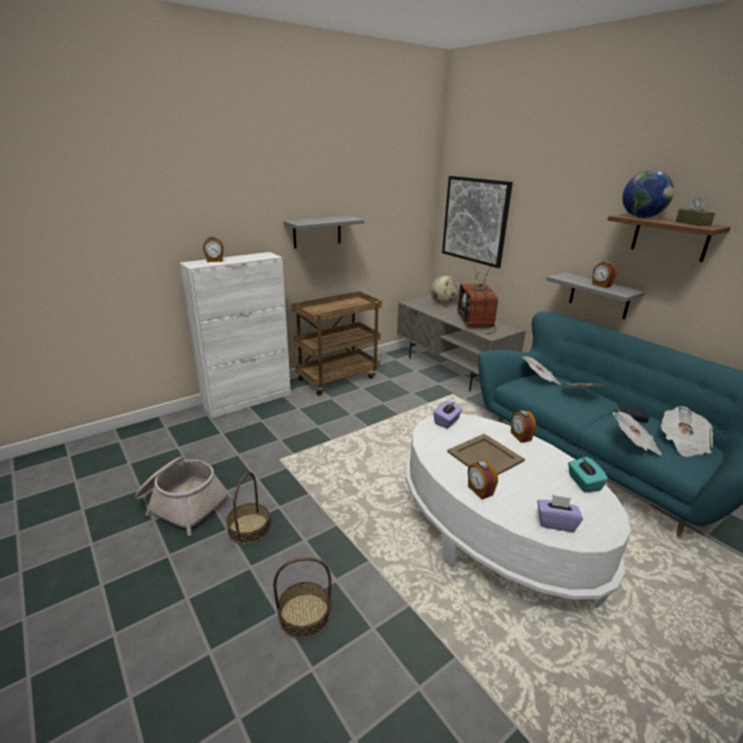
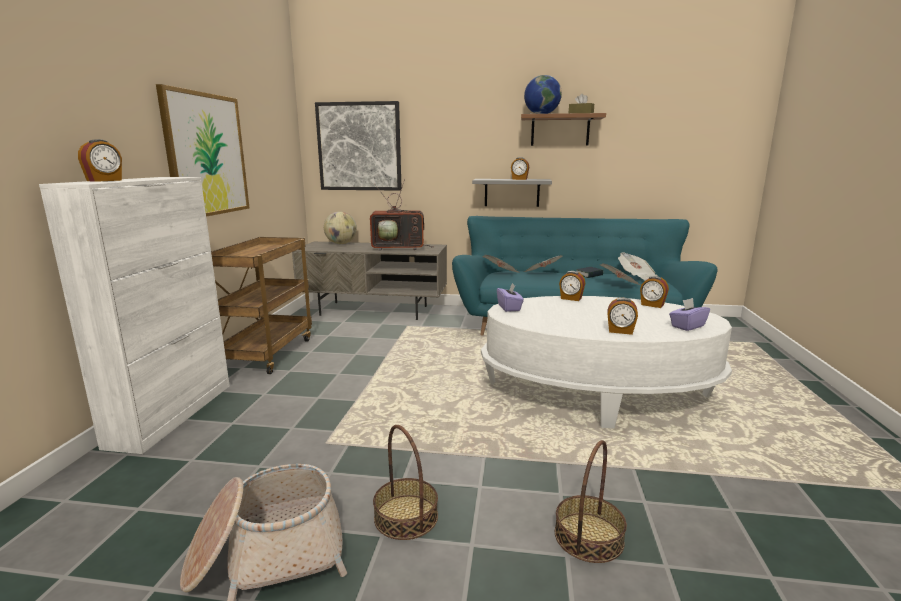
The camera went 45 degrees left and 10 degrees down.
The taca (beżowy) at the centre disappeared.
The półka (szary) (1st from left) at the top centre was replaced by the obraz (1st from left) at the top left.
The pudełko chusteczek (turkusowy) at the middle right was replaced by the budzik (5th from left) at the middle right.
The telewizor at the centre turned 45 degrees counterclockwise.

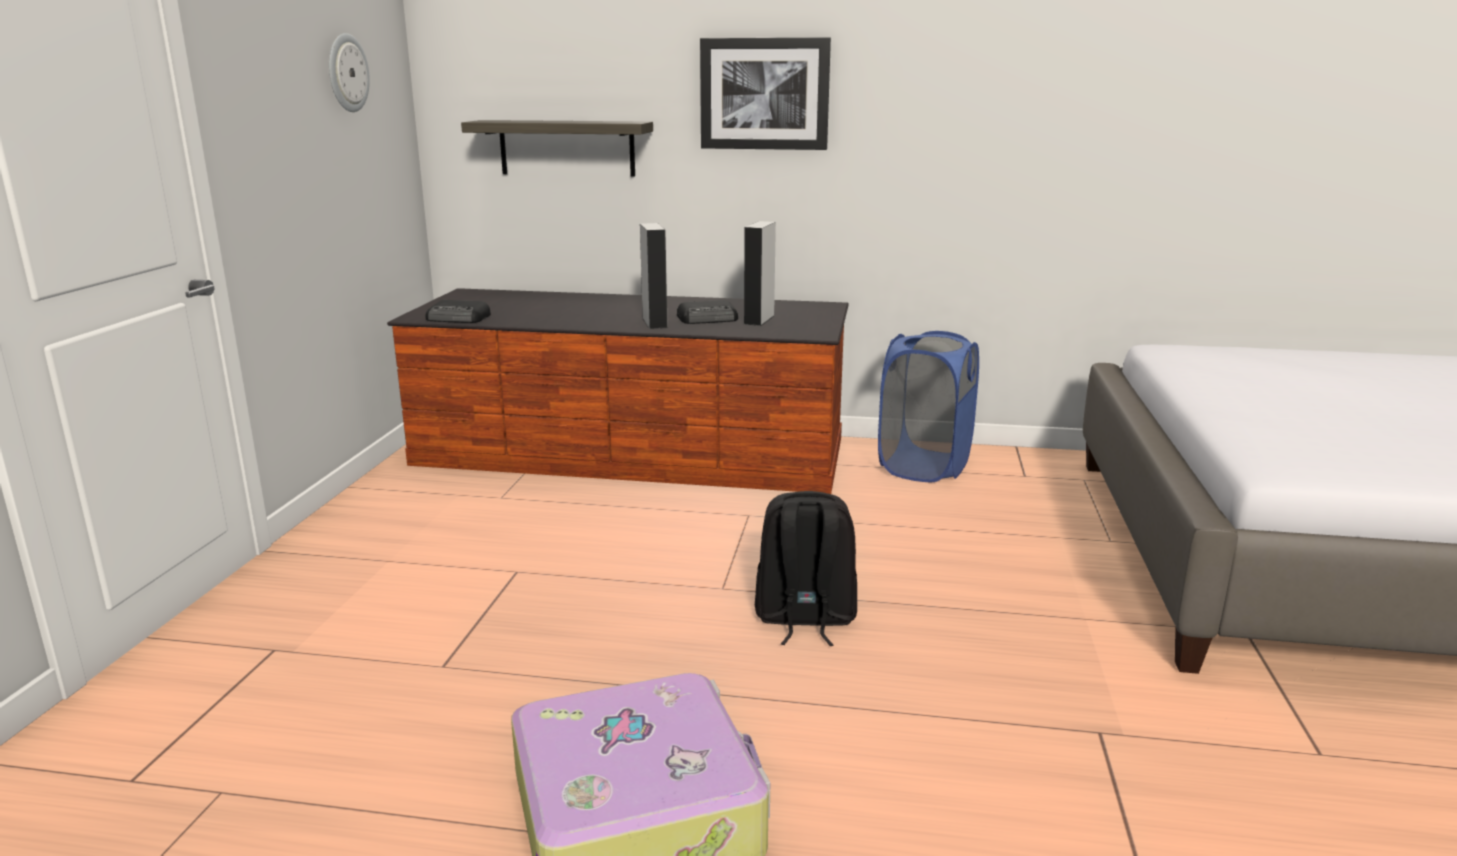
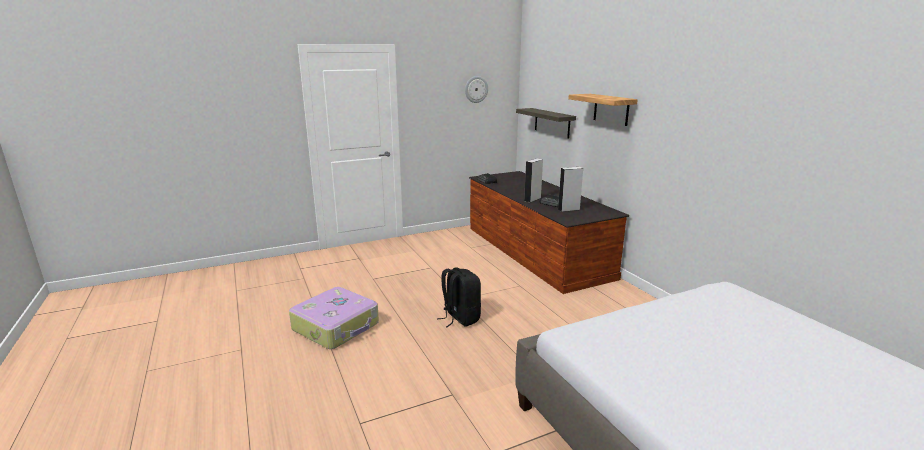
The camera went 55 degrees right and 0 degrees up.
The kosz na pranie (niebieski) at the centre disappeared.
The obraz at the top centre was replaced by the półka (2nd from left) at the top centre.

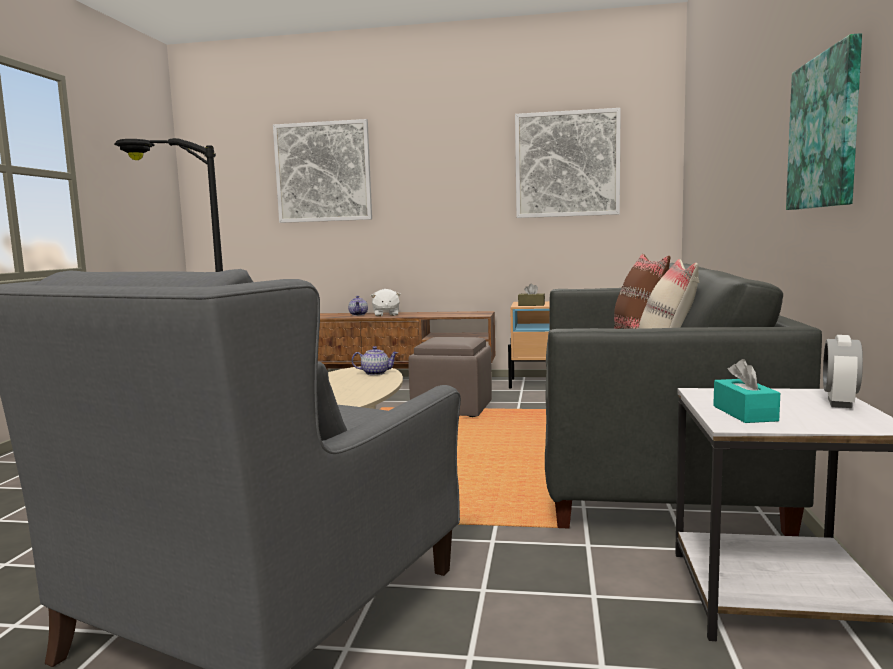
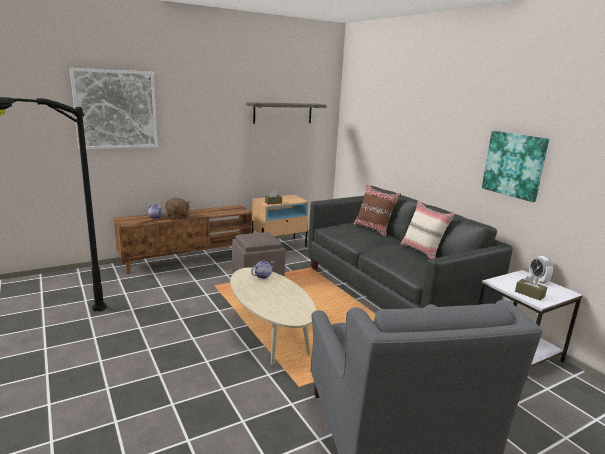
The camera went 40 degrees left and 10 degrees up.
The obraz (2nd from left) at the top centre was replaced by the półka at the top centre.
The pluszak (biały) at the centre became the pluszak (brązowy) at the middle left.
The pudełko chusteczek (turkusowy) at the middle right became the pudełko chusteczek (brązowy) (2nd from left) at the middle right.

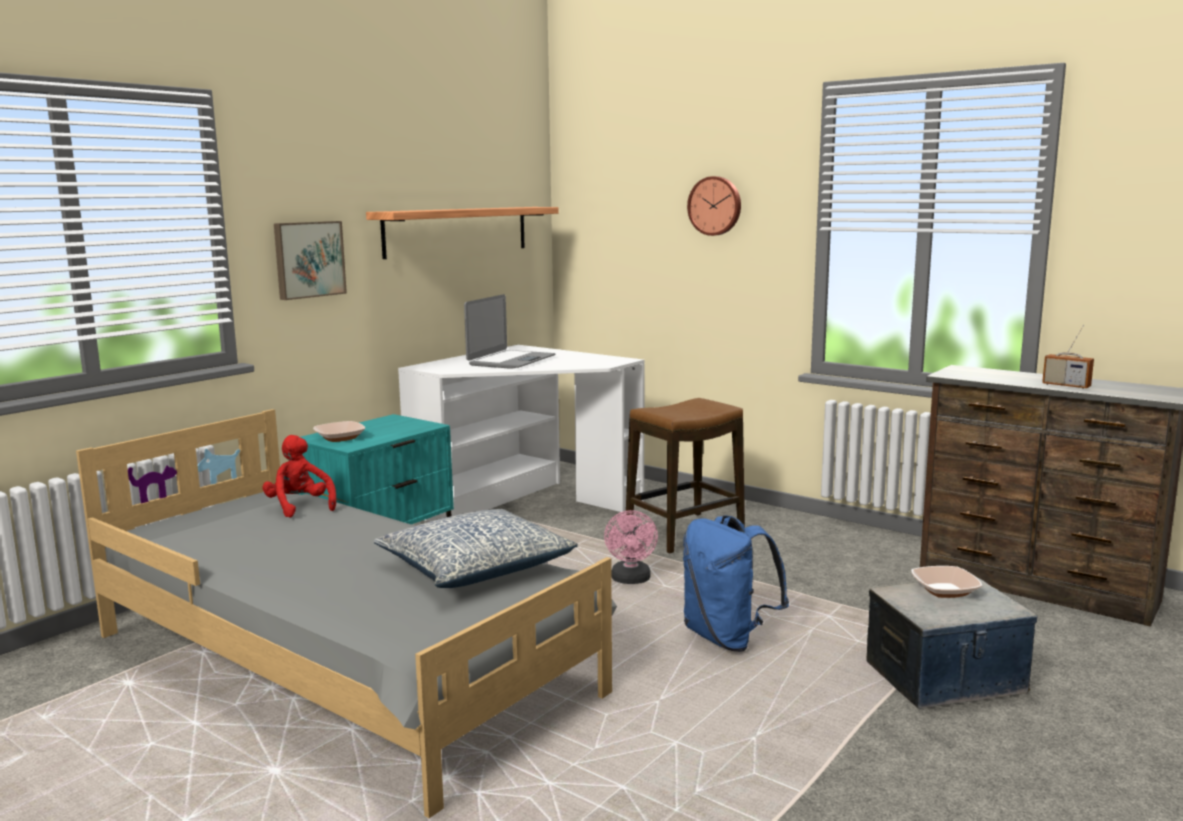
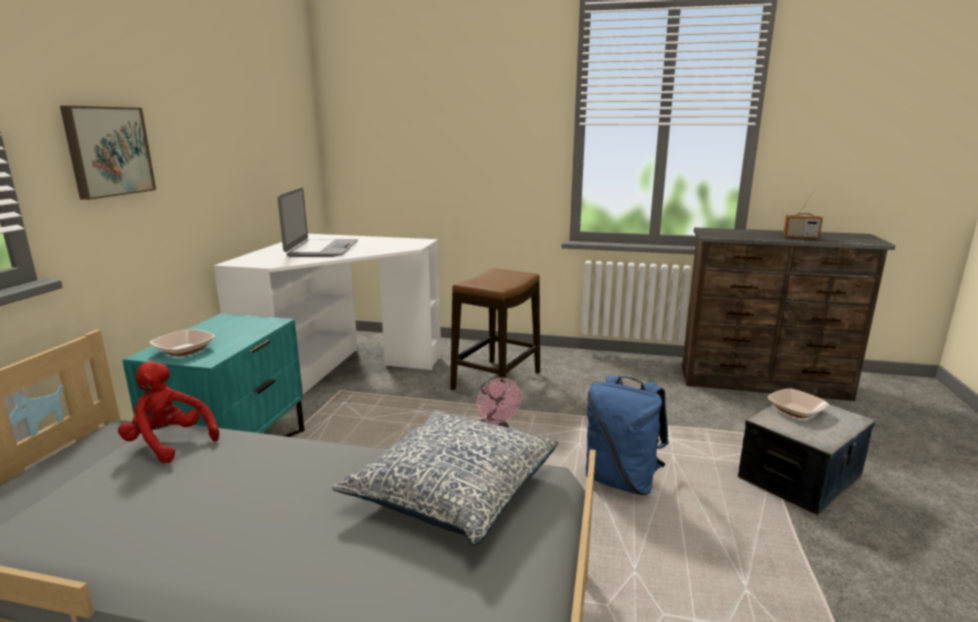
The camera went 25 degrees left and 5 degrees up.
The półka at the top centre disappeared.
The zegar ścienny at the top centre disappeared.

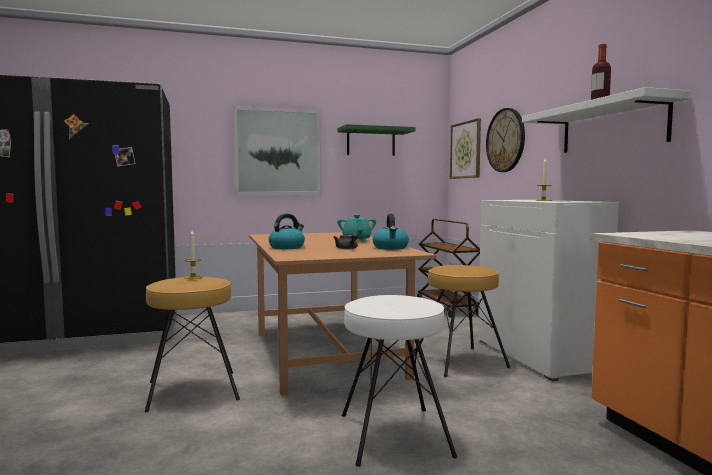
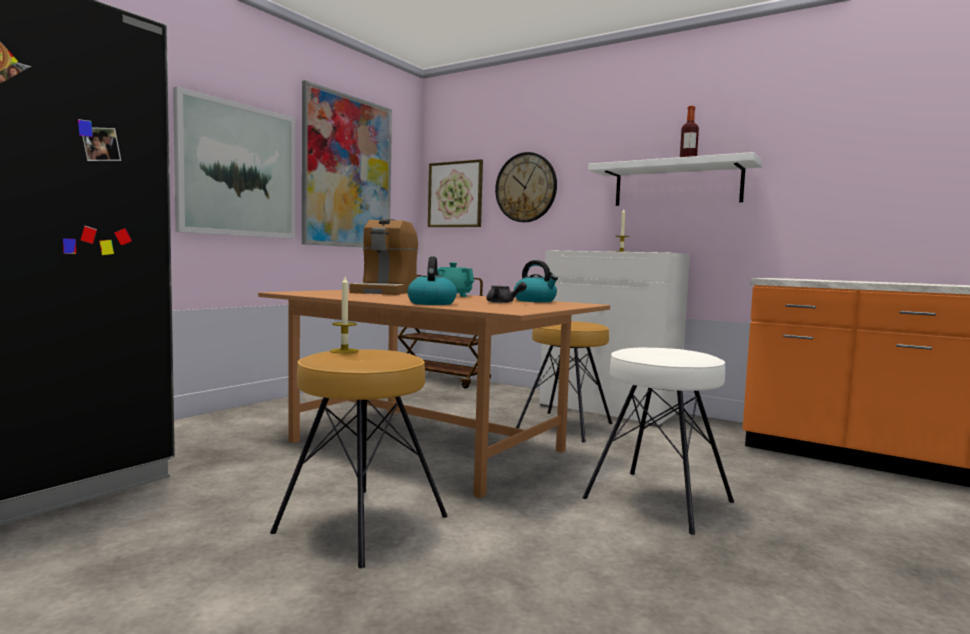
The camera went 40 degrees left and 0 degrees up.
The ekspres do kawy at the centre appeared.
The półka (zielony) at the top centre was replaced by the obraz (2nd from left) at the top centre.

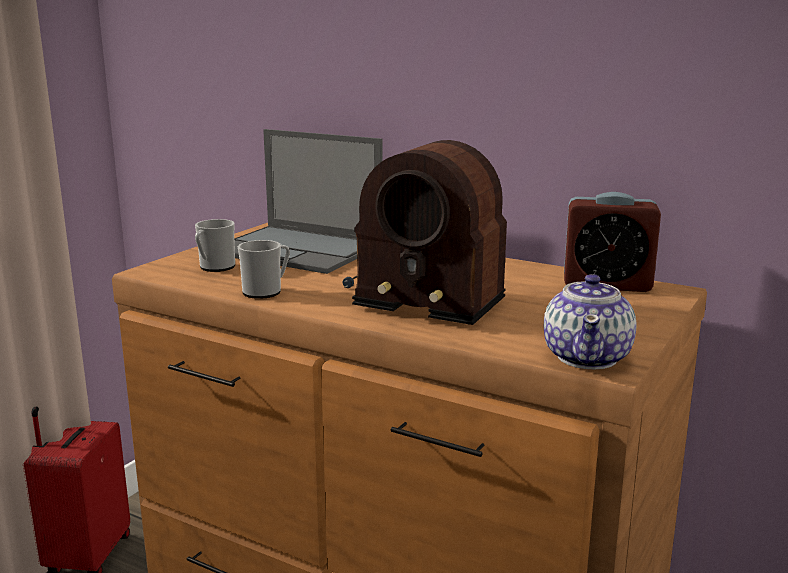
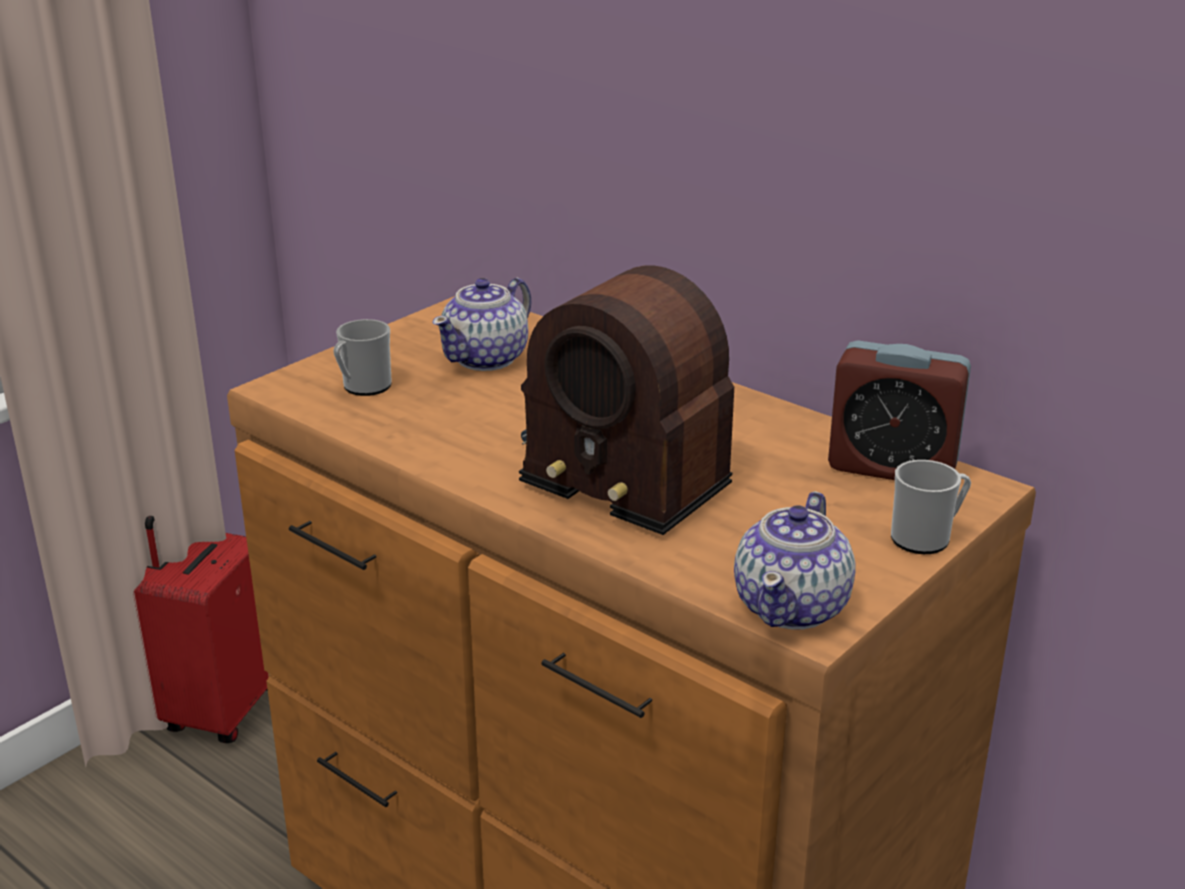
The camera went 10 degrees right and 10 degrees up.
The kubek (2nd from left) moved from the centre to the middle right.
The laptop at the centre was replaced by the imbryk (1st from left) at the centre.

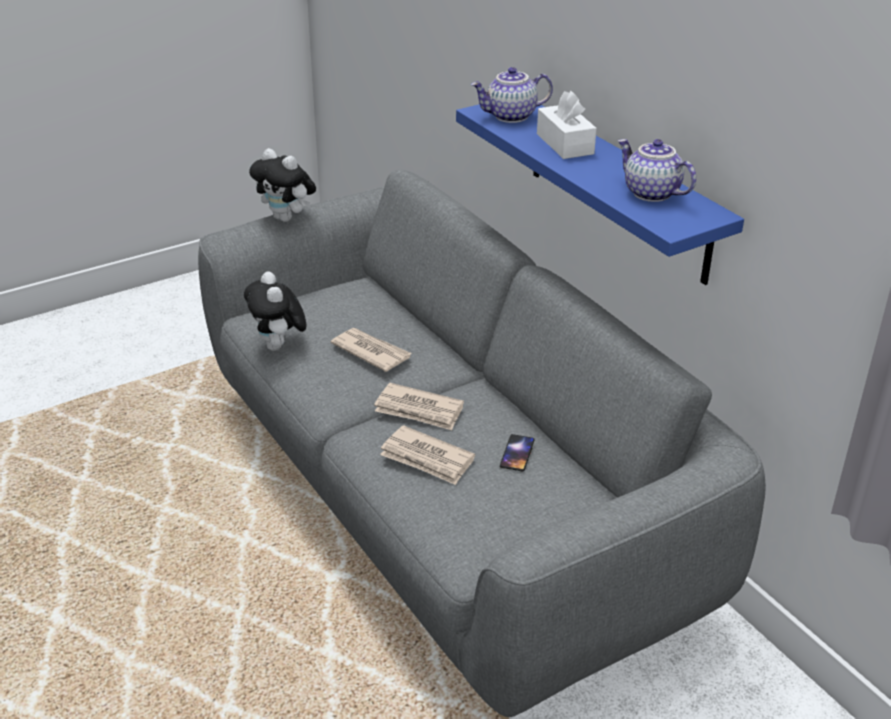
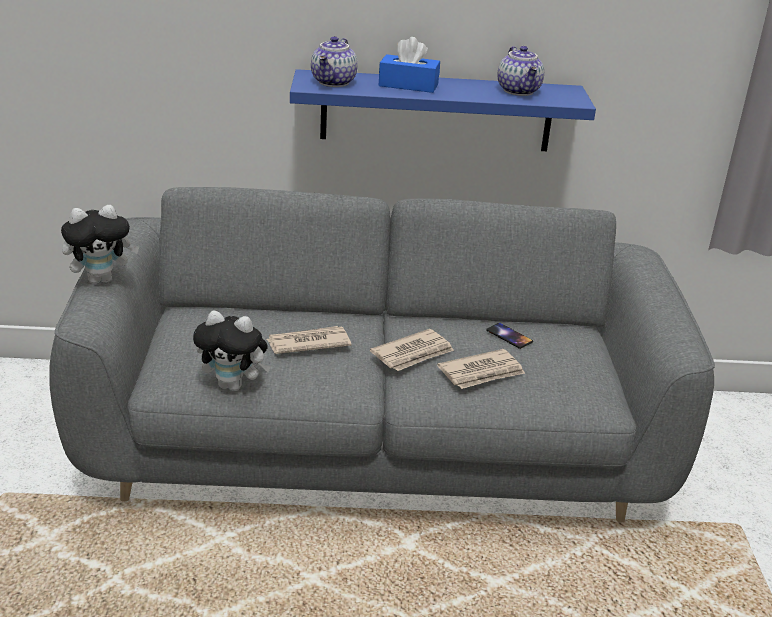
The camera went 60 degrees left and 5 degrees down.
The pudełko chusteczek (biały) at the top centre became the pudełko chusteczek (niebieski) at the top centre.
The imbryk (2nd from left) at the top right turned 90 degrees counterclockwise.

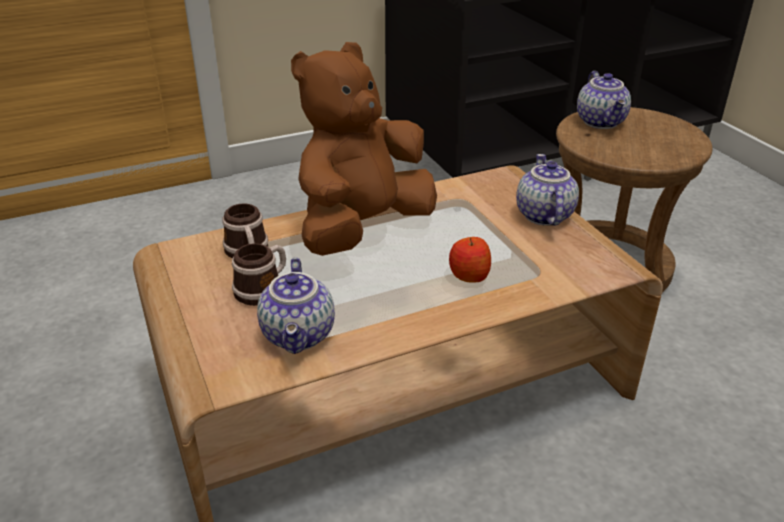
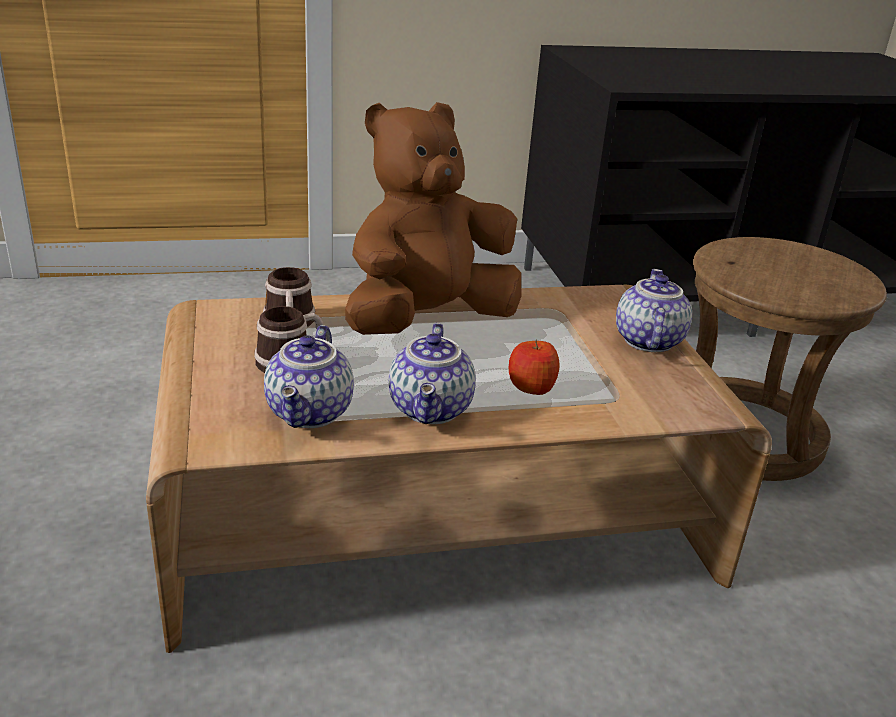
The camera went 10 degrees right and 5 degrees down.
The imbryk (3rd from left in the first image) moved from the top right to the centre.

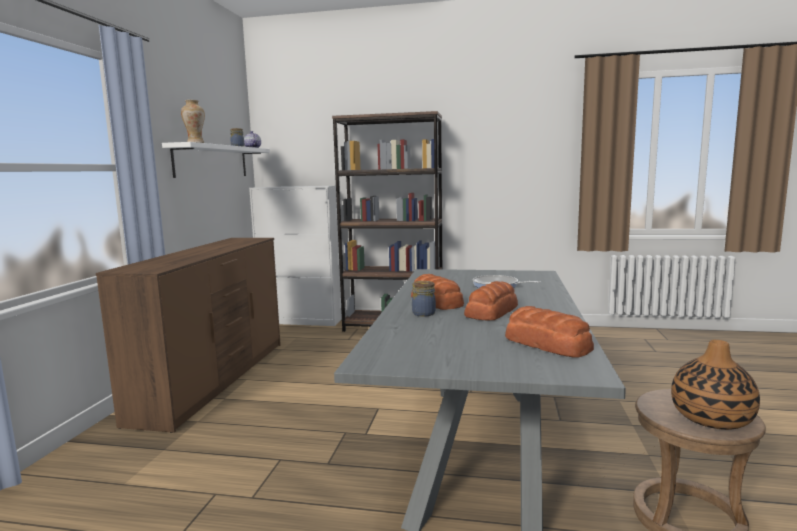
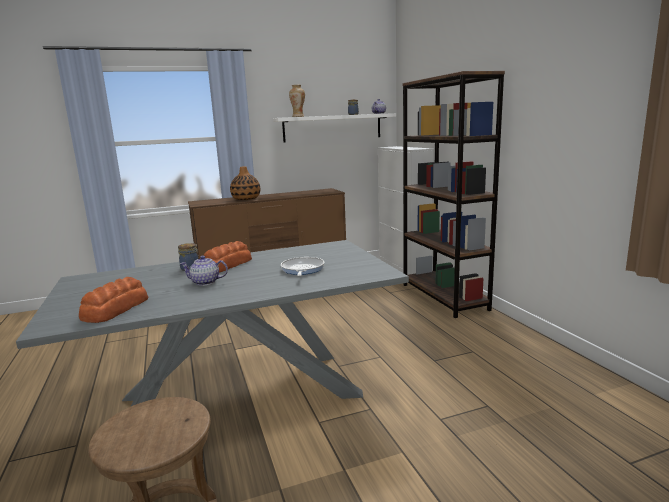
The camera went 60 degrees right and 5 degrees up.
The wazon (2nd from left in the first image) moved from the bottom right to the centre.
The chleb (2nd from left) at the centre was replaced by the imbryk (1st from left) at the middle left.

